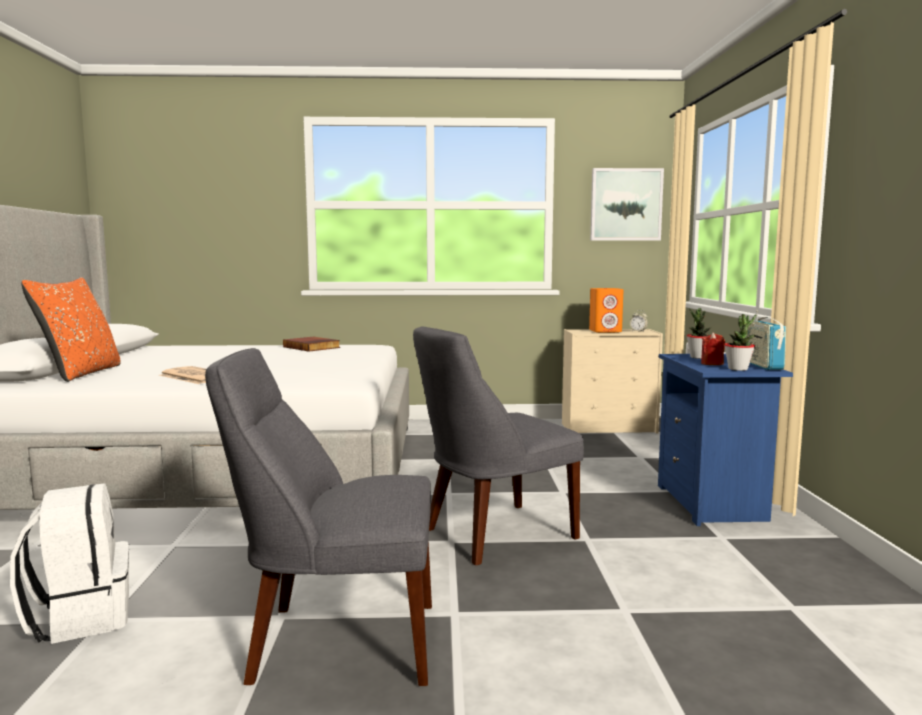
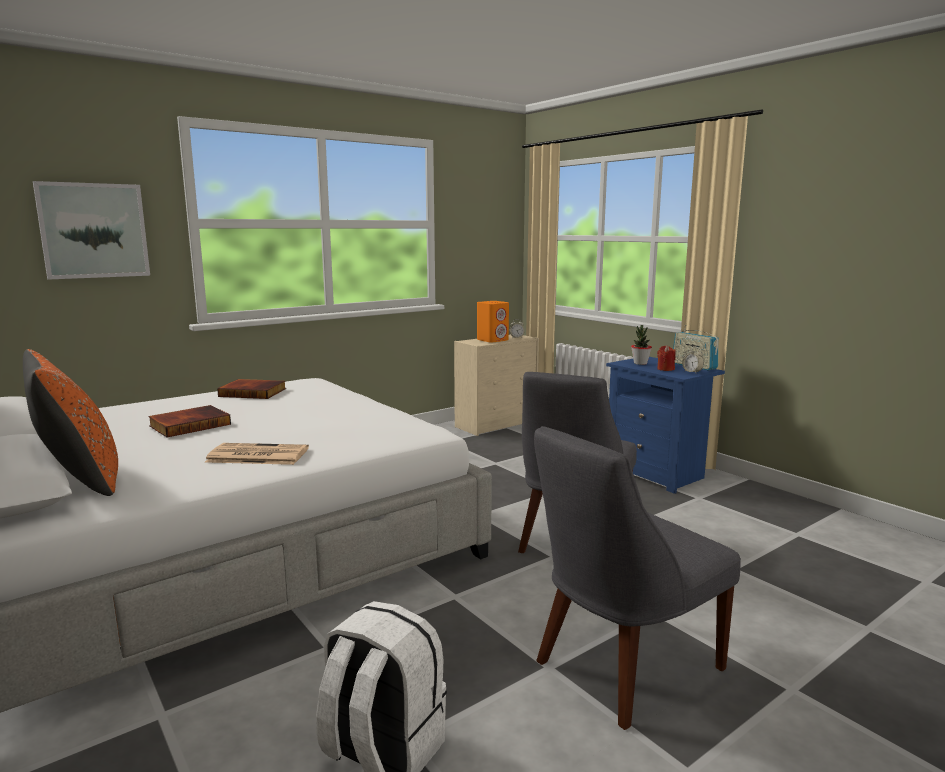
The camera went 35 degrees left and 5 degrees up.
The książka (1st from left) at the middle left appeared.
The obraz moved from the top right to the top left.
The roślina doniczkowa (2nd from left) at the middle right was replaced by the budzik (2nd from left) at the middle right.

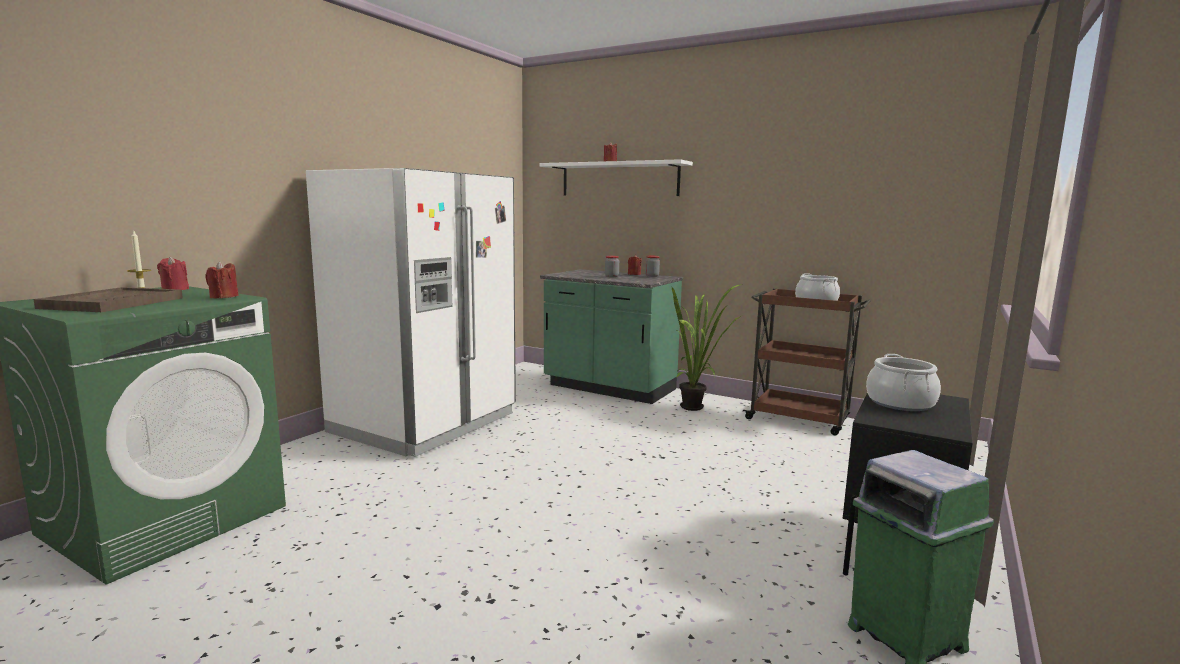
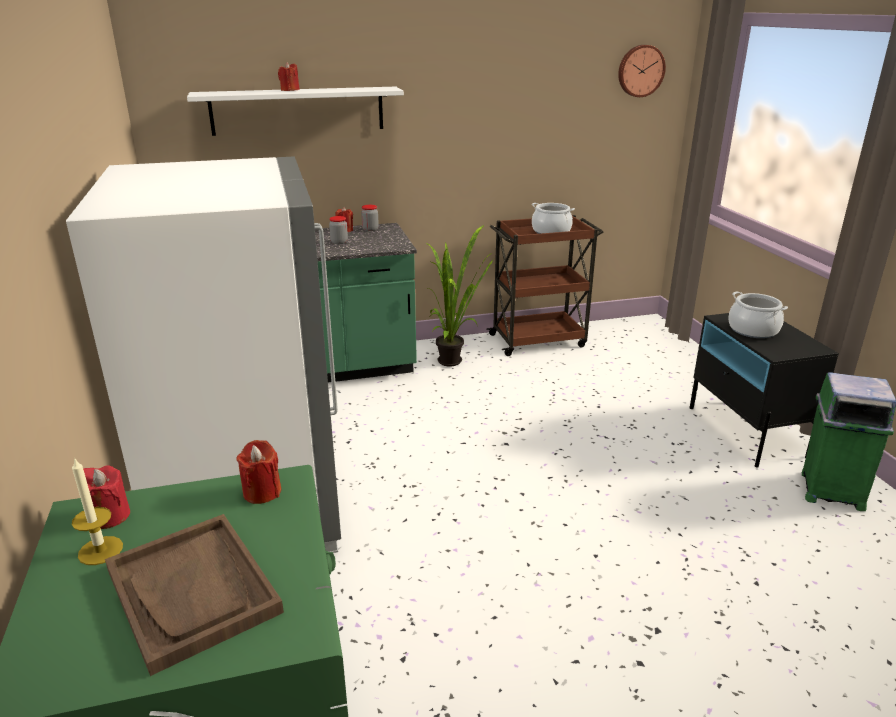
The camera went 45 degrees left and 15 degrees up.
The zegar ścienny at the top right appeared.

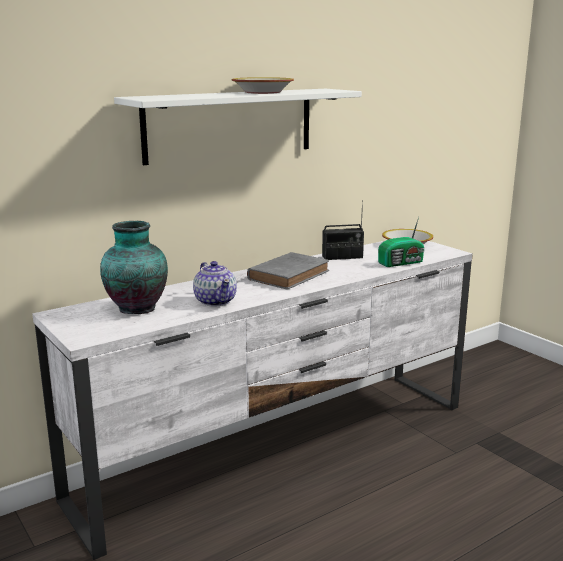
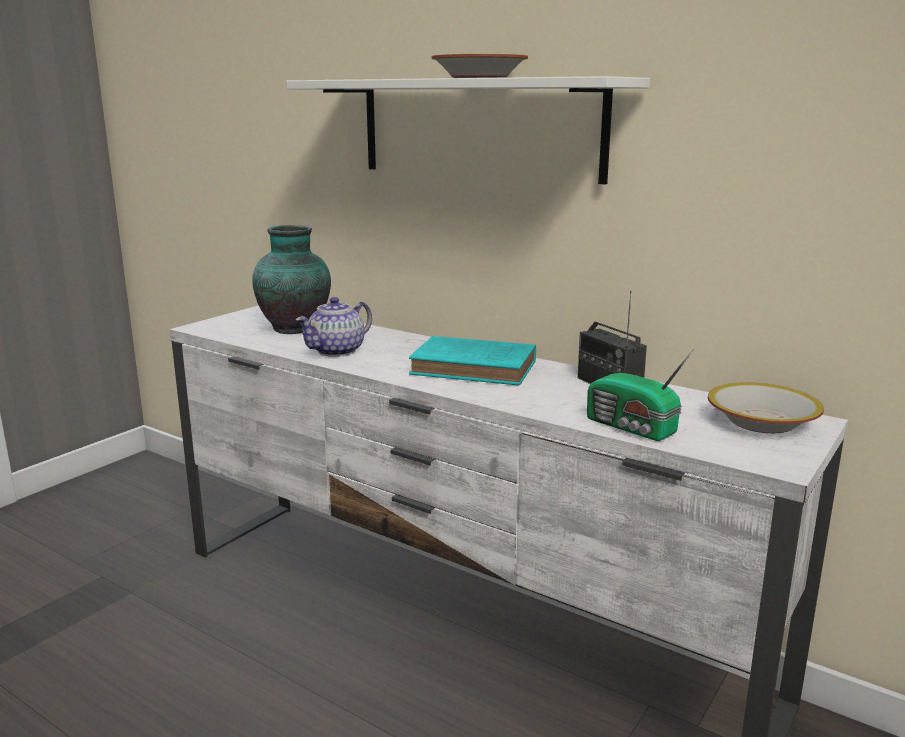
The camera went 70 degrees right and 0 degrees up.
The książka (szary) at the centre became the książka (turkusowy) at the centre.

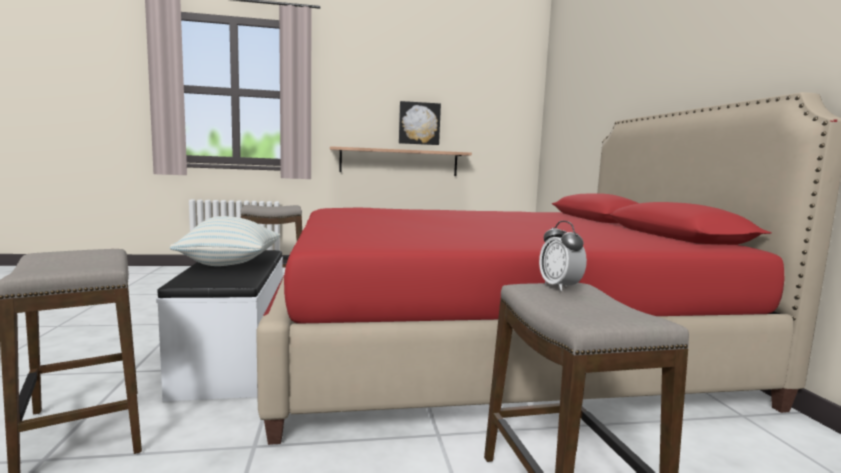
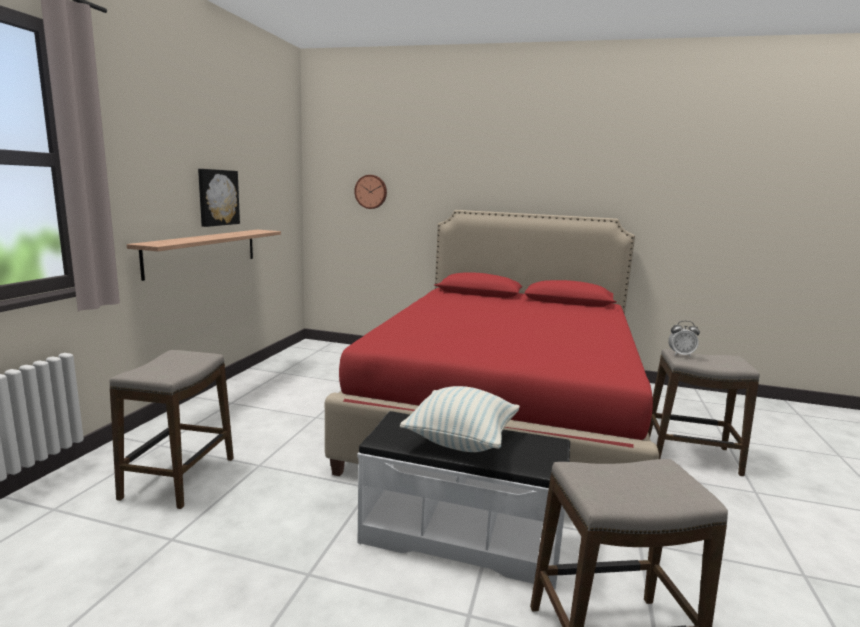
The camera went 65 degrees left and 5 degrees up.
The zegar ścienny at the top centre appeared.

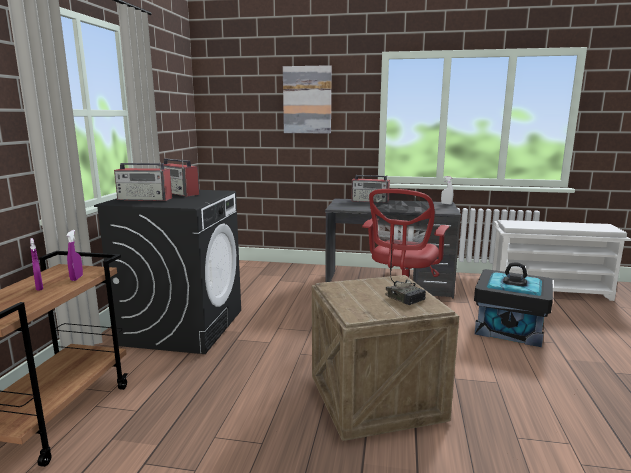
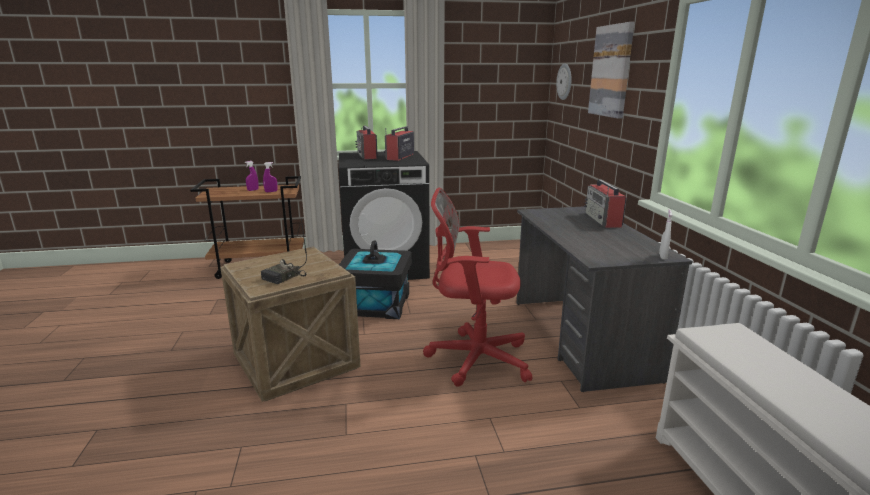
The camera went 70 degrees right and 5 degrees up.
The zegar ścienny at the top centre appeared.
The pojemnik do przechowywania (czarny) moved from the middle right to the centre.

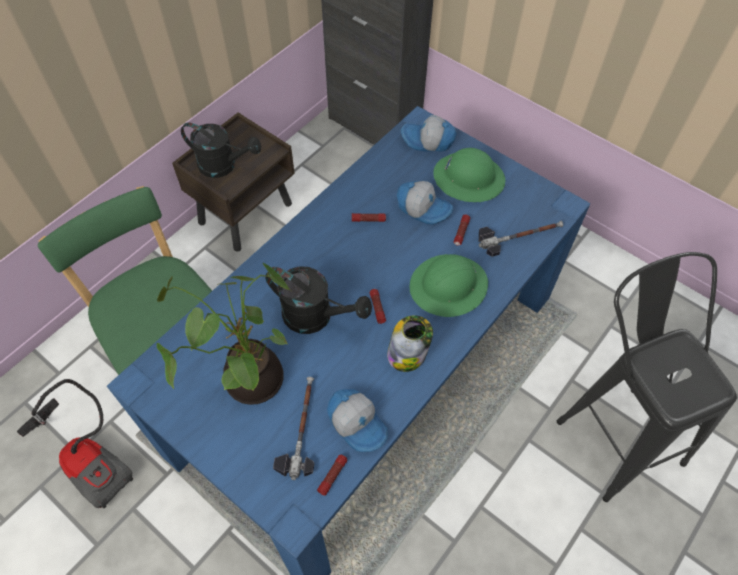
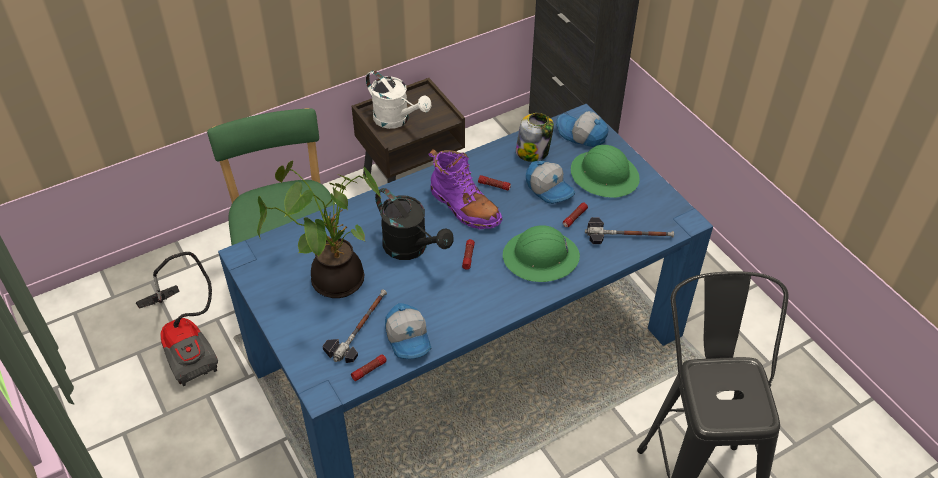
The camera went 20 degrees right and 10 degrees down.
The but z cholewką (fioletowy) at the centre appeared.
The słoik moved from the centre to the top centre.
The konewka (czarny) (1st from left) at the top left became the konewka (biały) at the top centre.

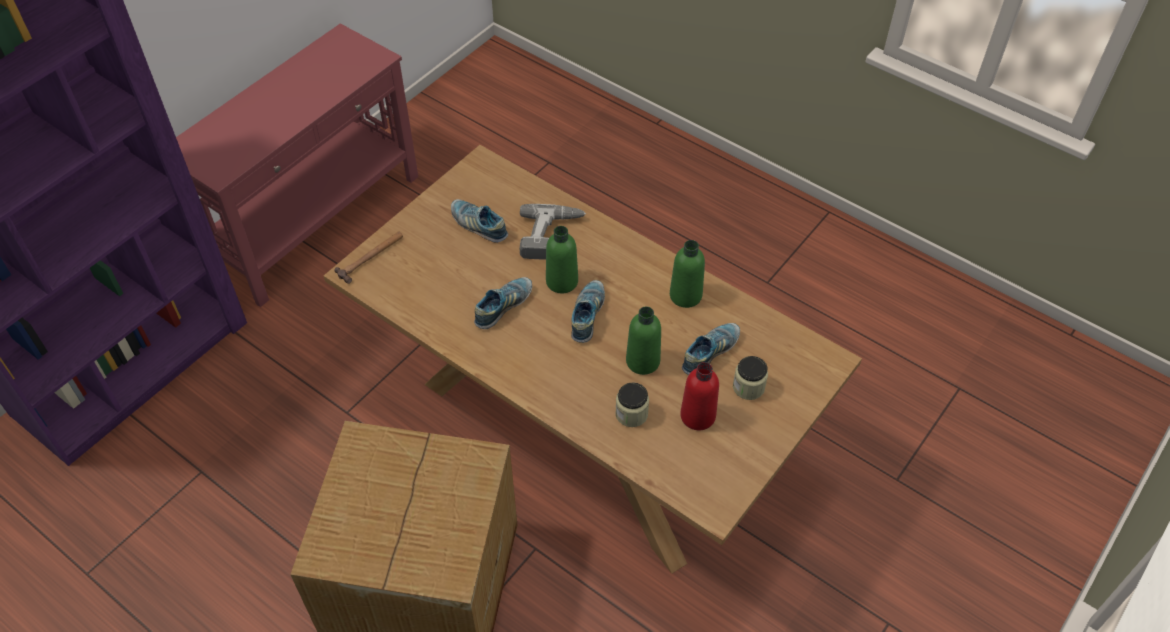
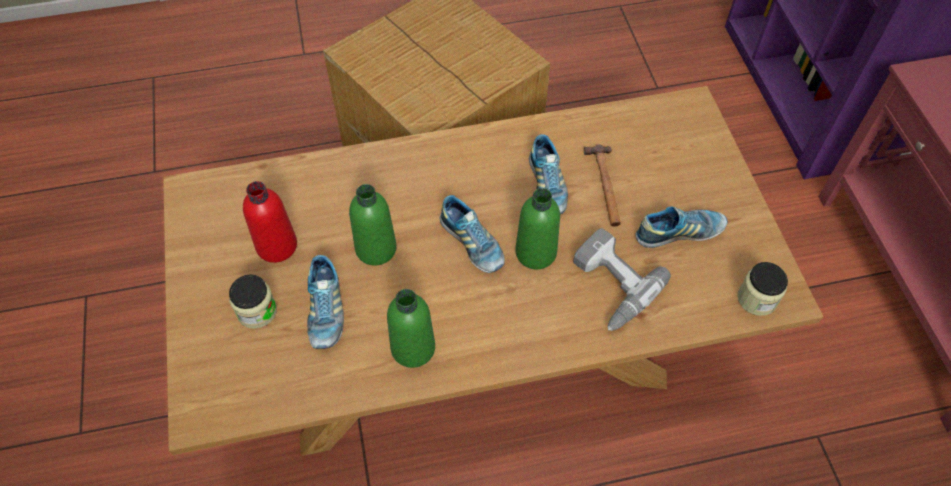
The camera went 130 degrees right and 5 degrees up.
The młotek moved from the middle left to the centre.
The słoik (1st from left in the first image) moved from the centre to the middle right.

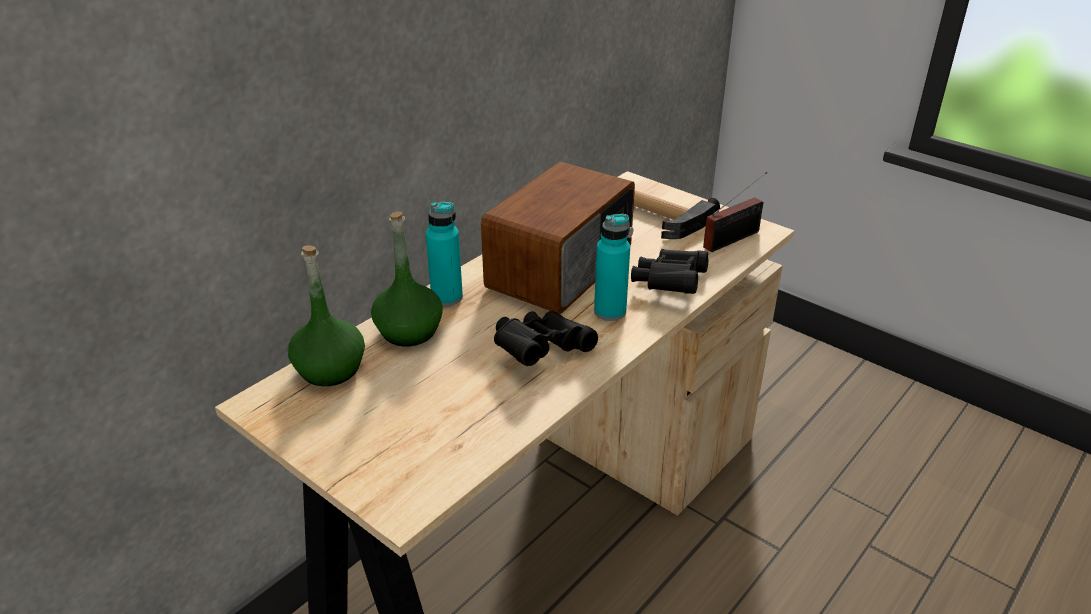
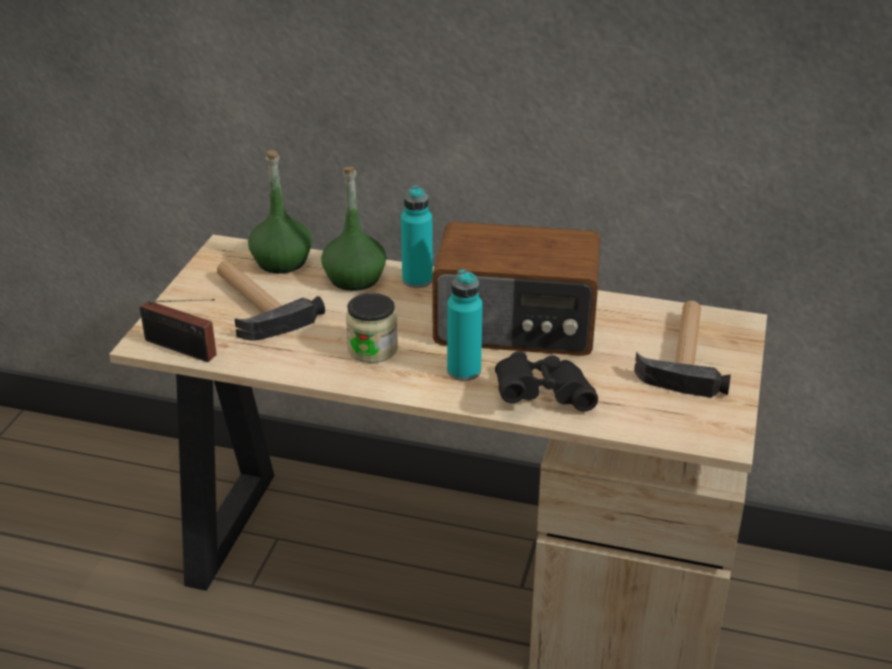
The camera went 65 degrees right and 0 degrees up.
The młotek (1st from left) at the middle left appeared.
The radio (2nd from left in the first image) moved from the middle right to the middle left.
The lornetka (czarny) (1st from left) at the centre was replaced by the słoik at the centre.

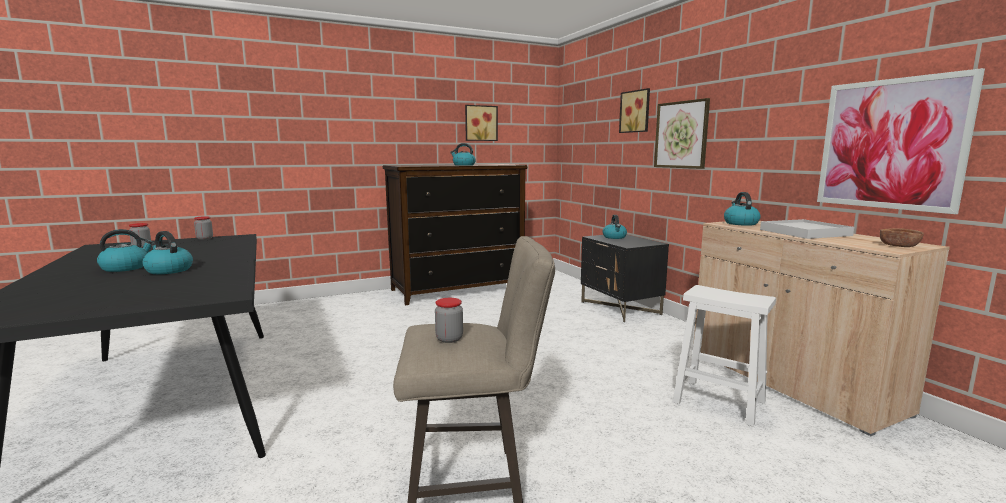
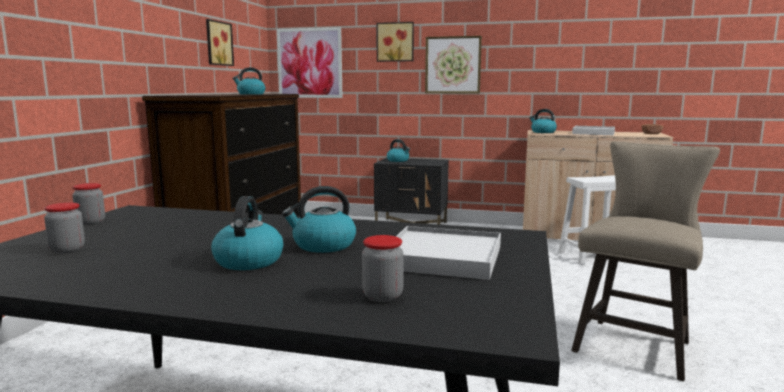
The camera went 50 degrees left and 0 degrees up.
The taca (biały) (1st from left) at the centre appeared.
The słoik (3rd from left) moved from the centre to the bottom centre.
The obraz (4th from left in the first image) moved from the top right to the top centre.

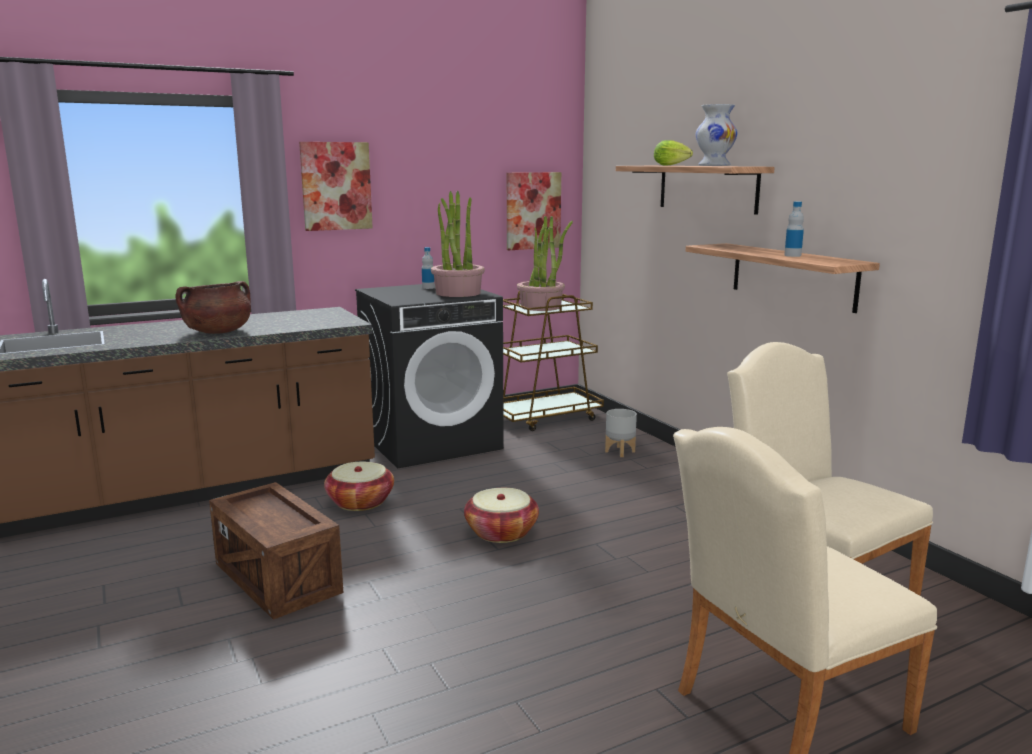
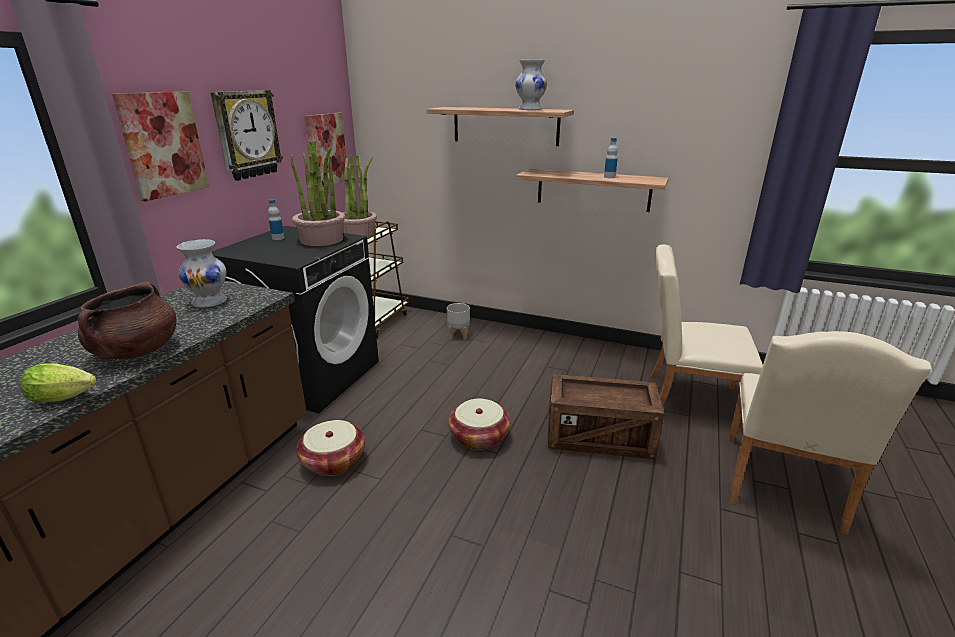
The camera went 40 degrees left and 10 degrees up.
The wazon (biały) (1st from left) at the middle left appeared.
The zegar ścienny at the top left appeared.
The skrzynka moved from the bottom left to the centre.
The sałata moved from the top centre to the middle left.

